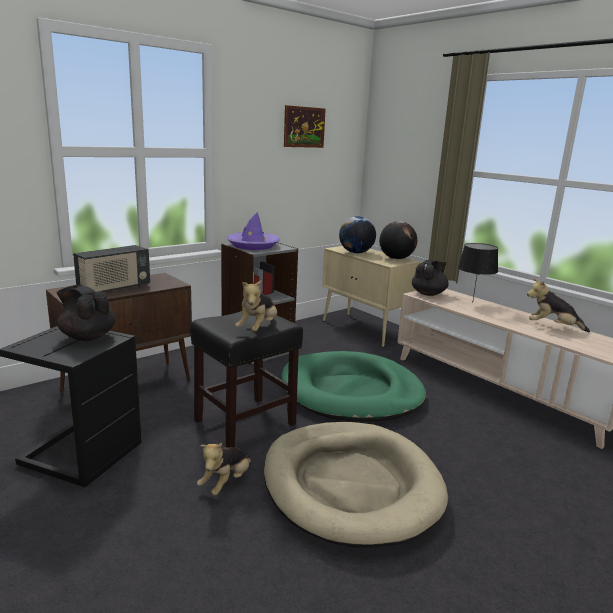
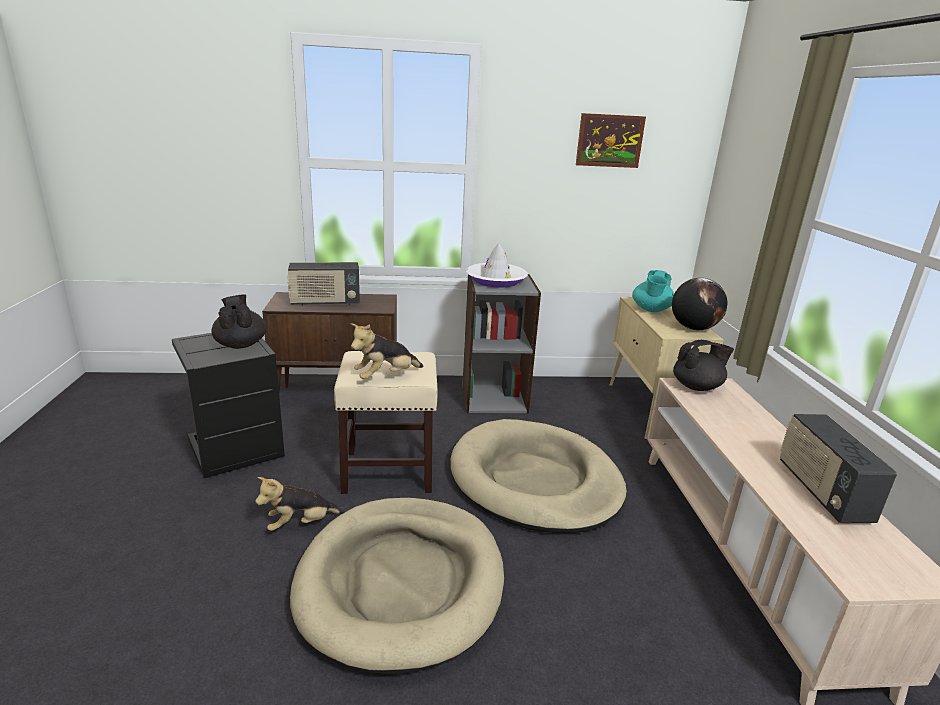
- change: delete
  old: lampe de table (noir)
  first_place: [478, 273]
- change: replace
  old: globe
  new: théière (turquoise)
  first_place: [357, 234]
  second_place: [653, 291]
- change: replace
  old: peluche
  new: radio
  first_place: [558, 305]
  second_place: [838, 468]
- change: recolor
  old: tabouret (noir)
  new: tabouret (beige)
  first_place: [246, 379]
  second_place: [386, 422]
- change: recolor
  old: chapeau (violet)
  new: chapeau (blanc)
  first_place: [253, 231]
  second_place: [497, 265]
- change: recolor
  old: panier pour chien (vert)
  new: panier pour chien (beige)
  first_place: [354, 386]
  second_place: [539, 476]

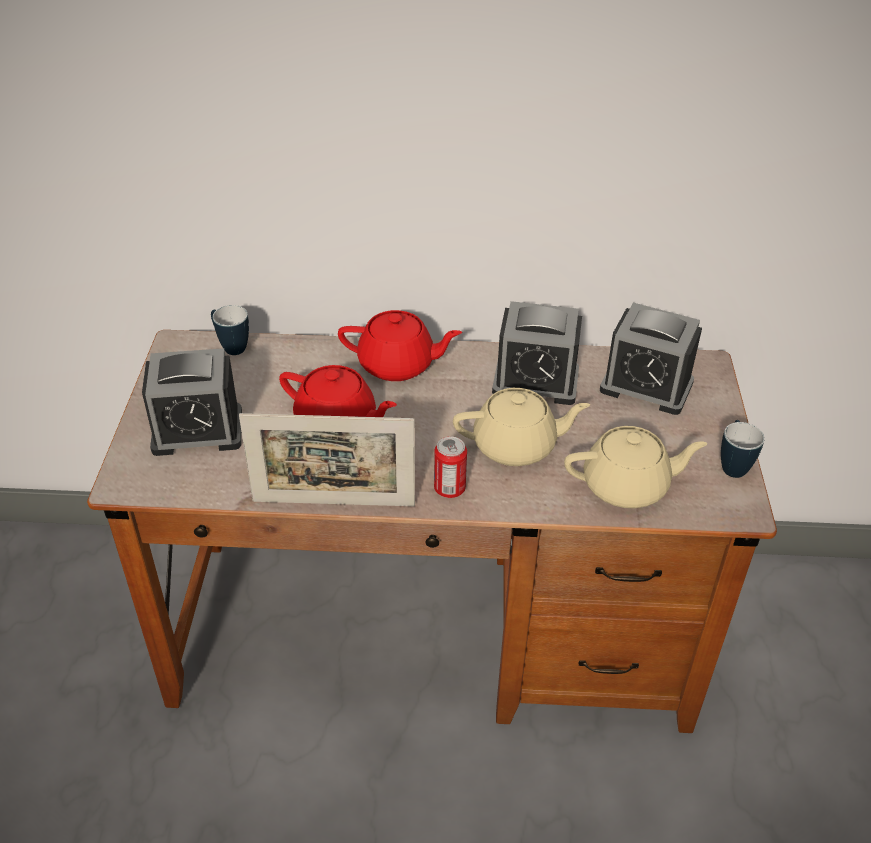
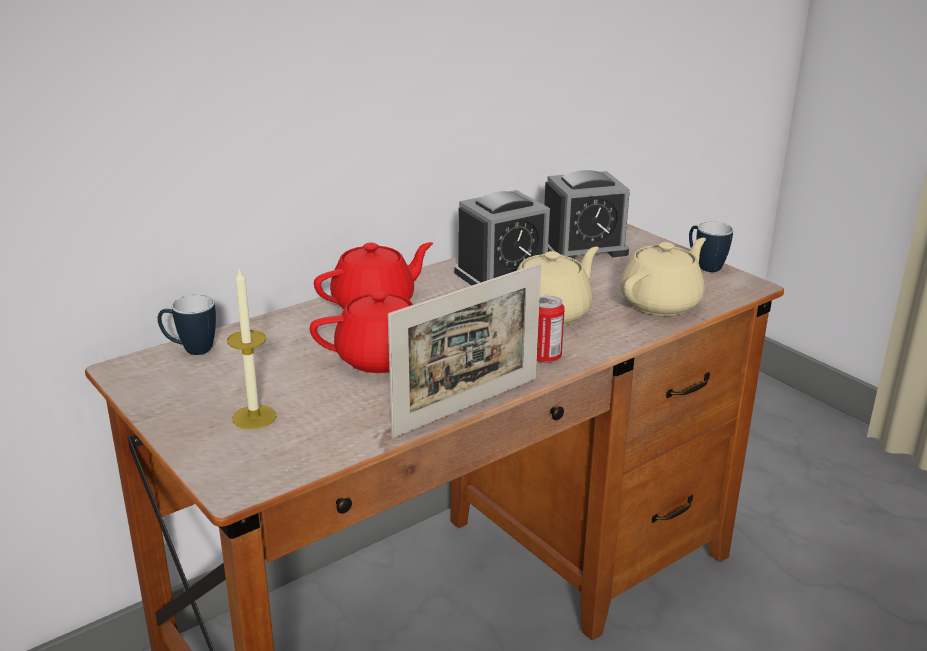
- change: replace
  old: réveil
  new: bougie
  first_place: [192, 402]
  second_place: [252, 348]

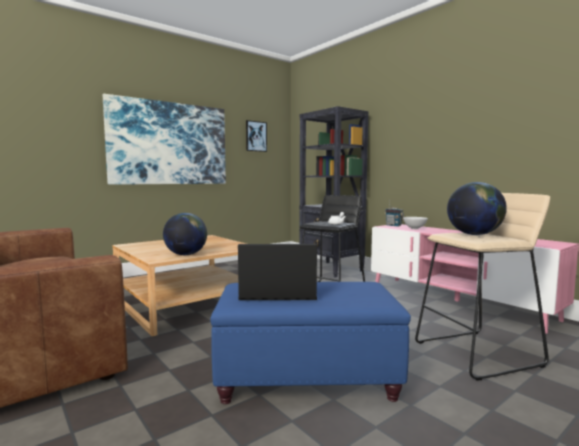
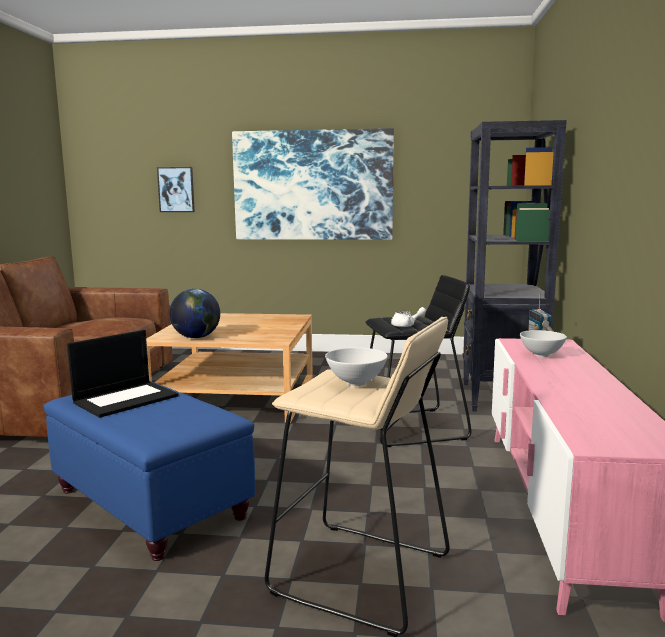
- change: move
  old: tableau
  first_place: [256, 136]
  second_place: [176, 189]
- change: replace
  old: globe
  new: bol (blanc)
  first_place: [477, 208]
  second_place: [356, 367]
- change: rotate
  old: ordinateur portable
  first_place: [277, 272]
  second_place: [122, 374]
  degrees: 90

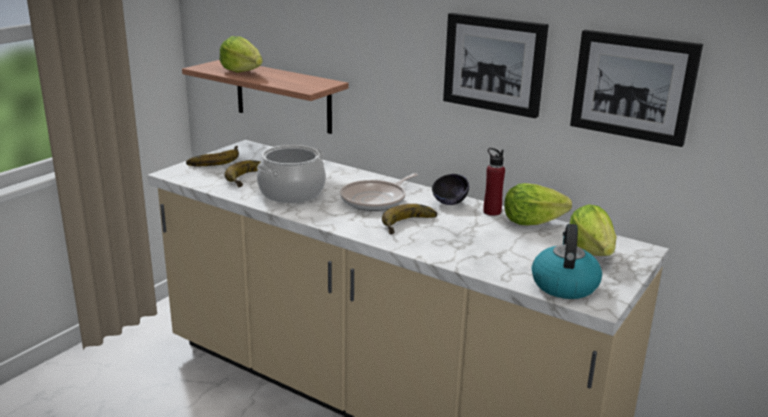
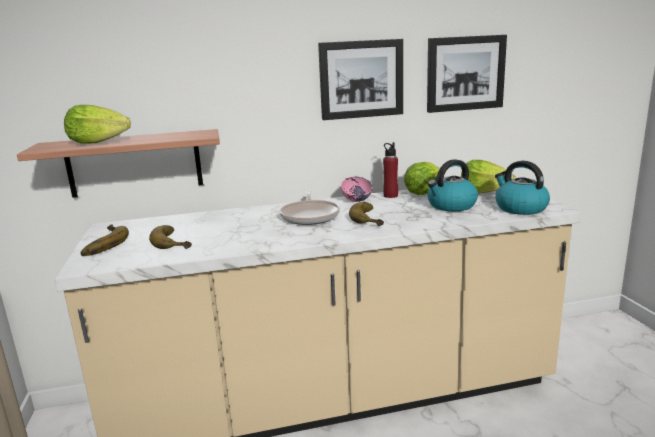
- change: delete
  old: marmite
  first_place: [291, 174]
- change: insert
  new: bouilloire
  second_place: [452, 185]
- change: recolor
  old: bol (noir)
  new: bol (rose)
  first_place: [450, 189]
  second_place: [357, 189]

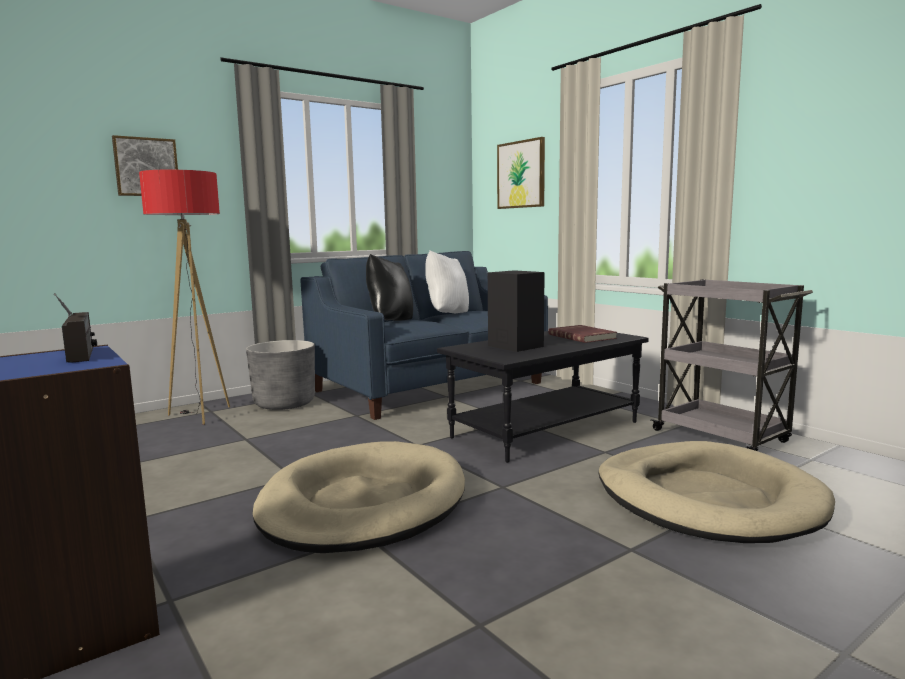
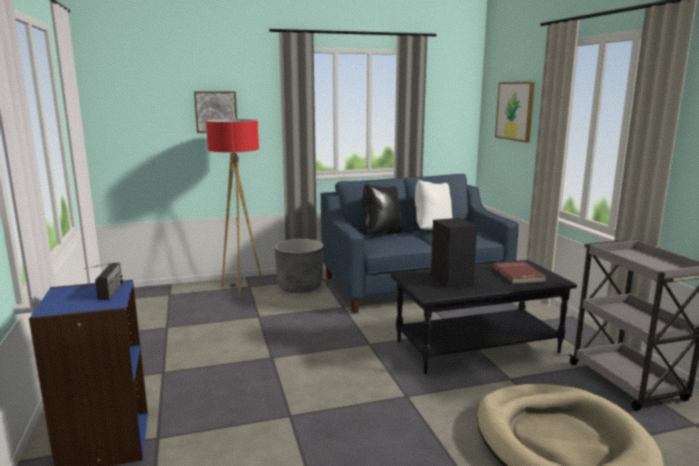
- change: delete
  old: panier pour chien (beige)
  first_place: [359, 497]

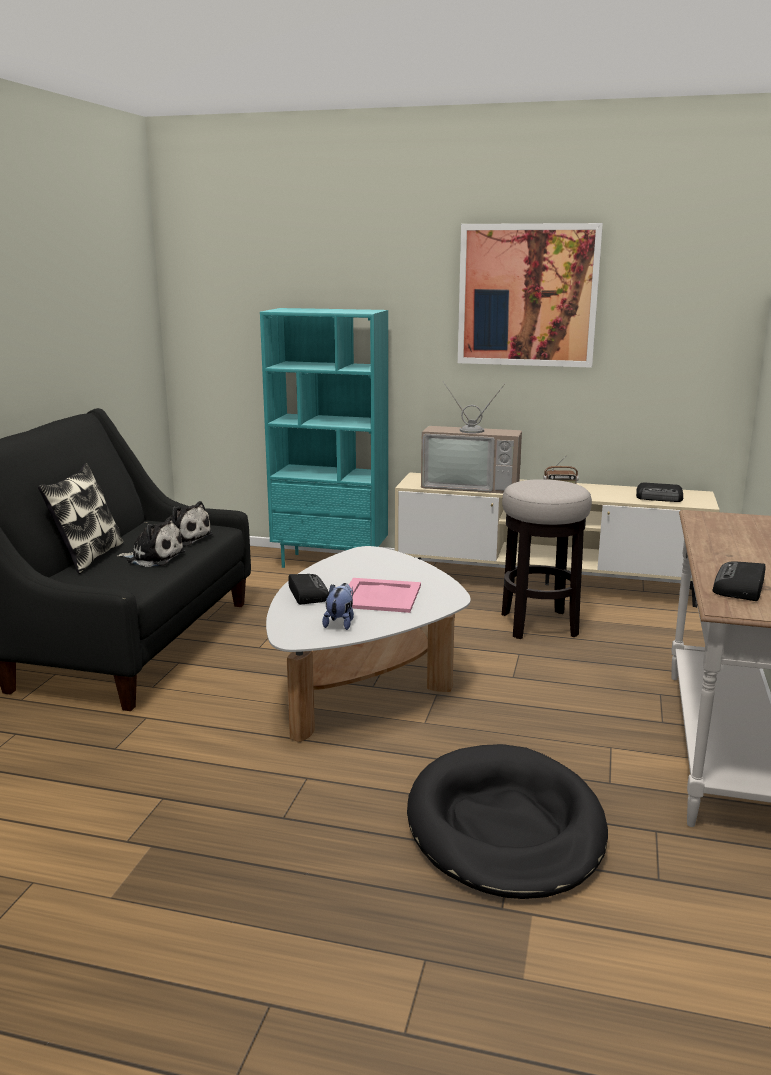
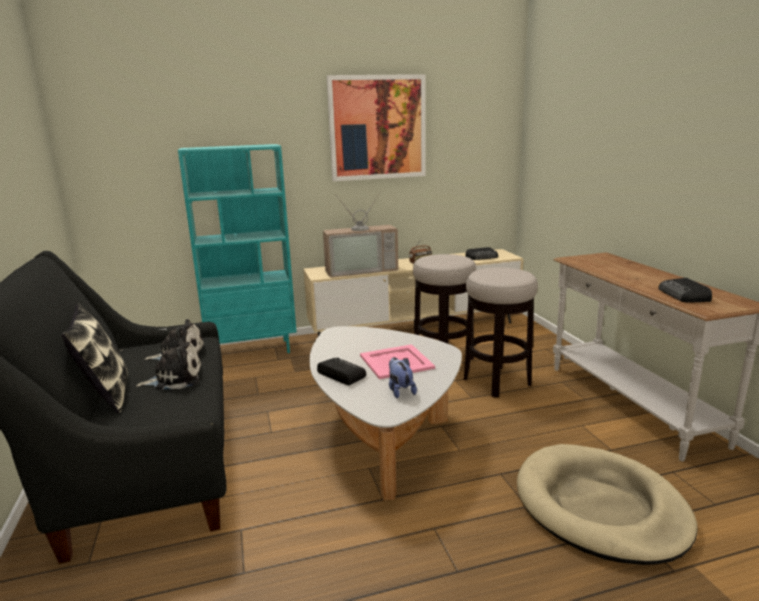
- change: insert
  new: tabouret
  second_place: [501, 332]
- change: recolor
  old: panier pour chien (noir)
  new: panier pour chien (beige)
  first_place: [507, 821]
  second_place: [607, 504]

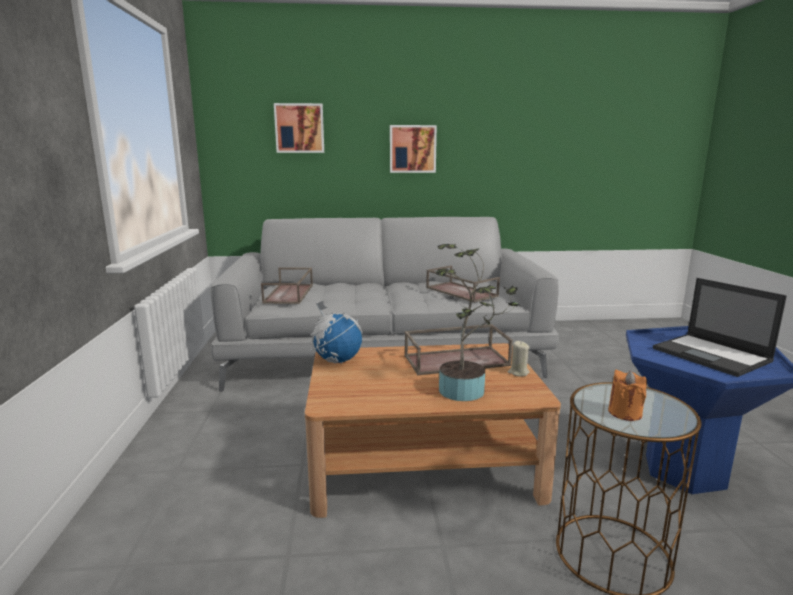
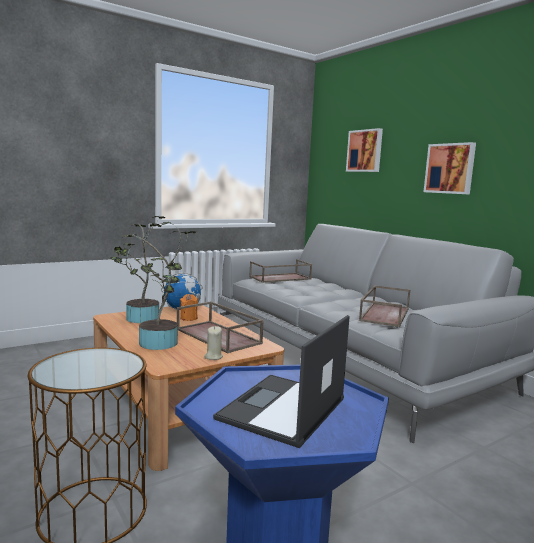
- change: insert
  new: plante en pot
  second_place: [138, 269]
- change: move
  old: bougie (orange)
  first_place: [627, 395]
  second_place: [189, 307]

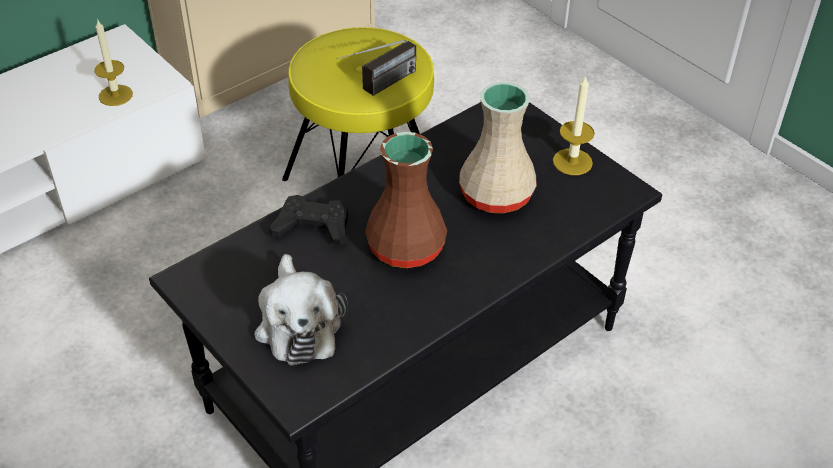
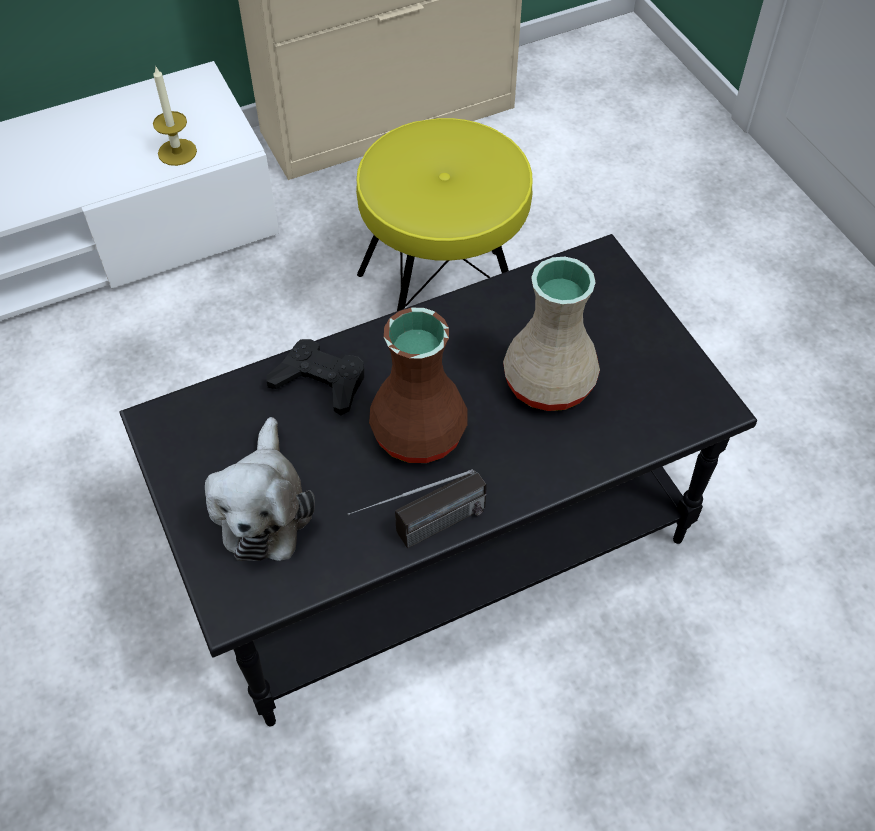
- change: delete
  old: bougie
  first_place: [574, 125]
- change: move
  old: radio
  first_place: [376, 68]
  second_place: [417, 508]

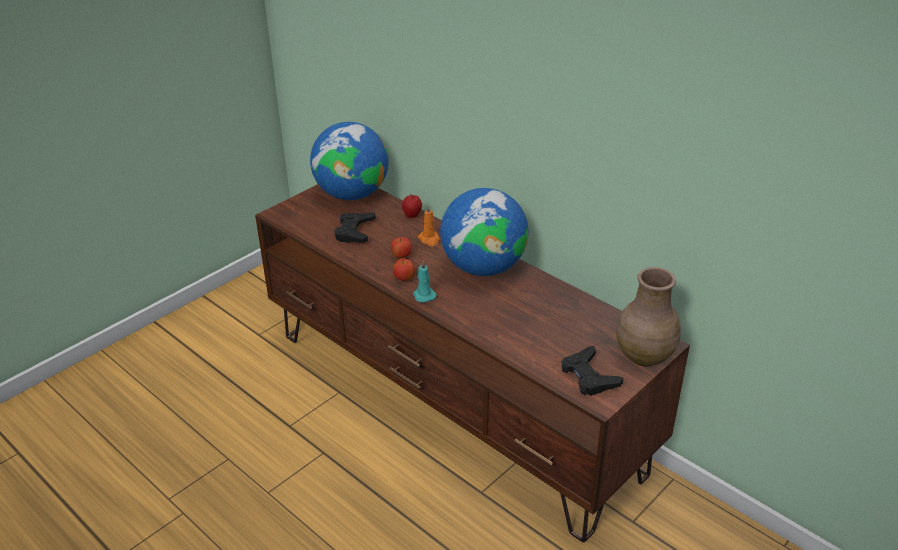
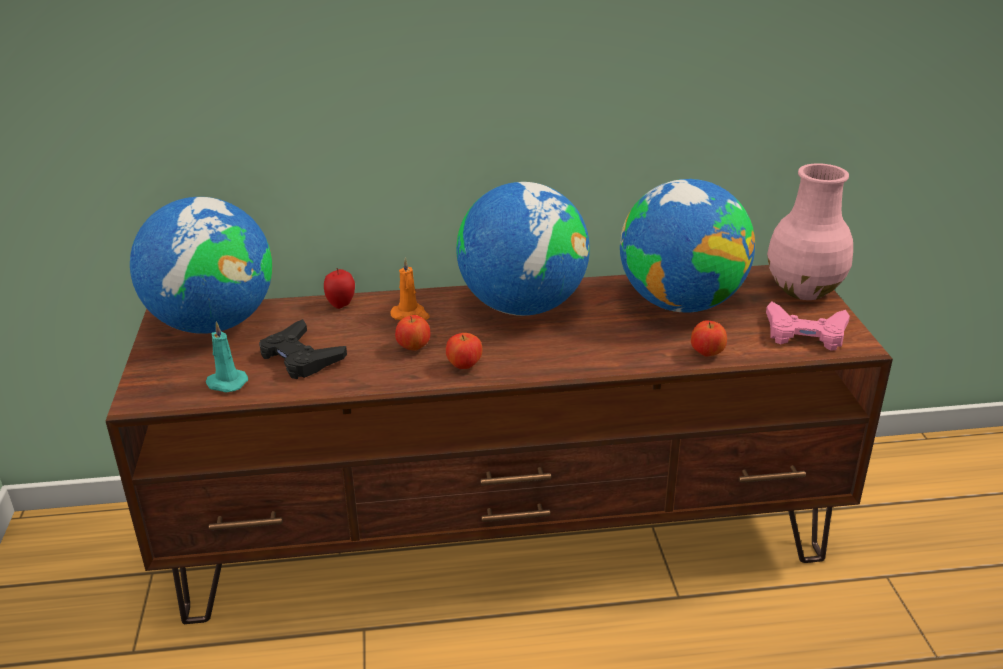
- change: insert
  new: globe
  second_place: [687, 245]
- change: insert
  new: pomme
  second_place: [709, 338]
- change: move
  old: bougie (turquoise)
  first_place: [425, 281]
  second_place: [227, 357]
- change: recolor
  old: manette (noir)
  new: manette (rose)
  first_place: [592, 371]
  second_place: [808, 326]
- change: recolor
  old: vase (marron)
  new: vase (rose)
  first_place: [648, 316]
  second_place: [810, 231]

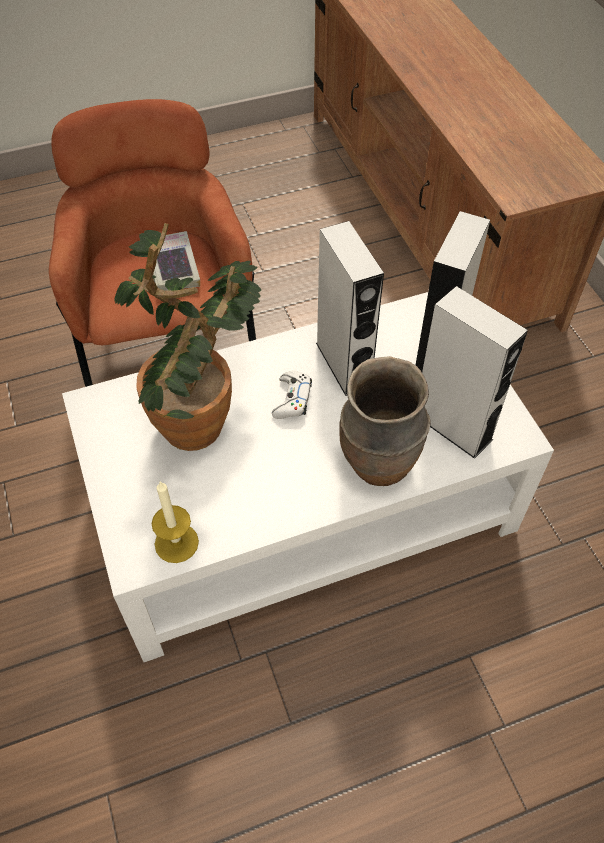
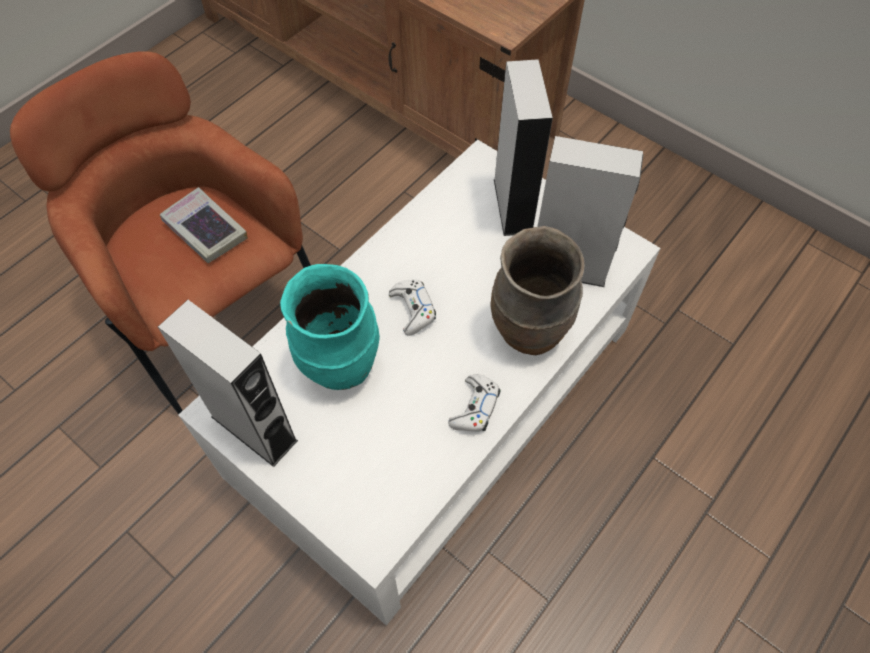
- change: delete
  old: bougie
  first_place: [175, 522]
- change: insert
  new: manette (blanc)
  second_place: [474, 403]
- change: move
  old: enceinte (gris)
  first_place: [350, 308]
  second_place: [228, 383]
- change: replace
  old: plante en pot
  new: vase (turquoise)
  first_place: [187, 337]
  second_place: [330, 327]

